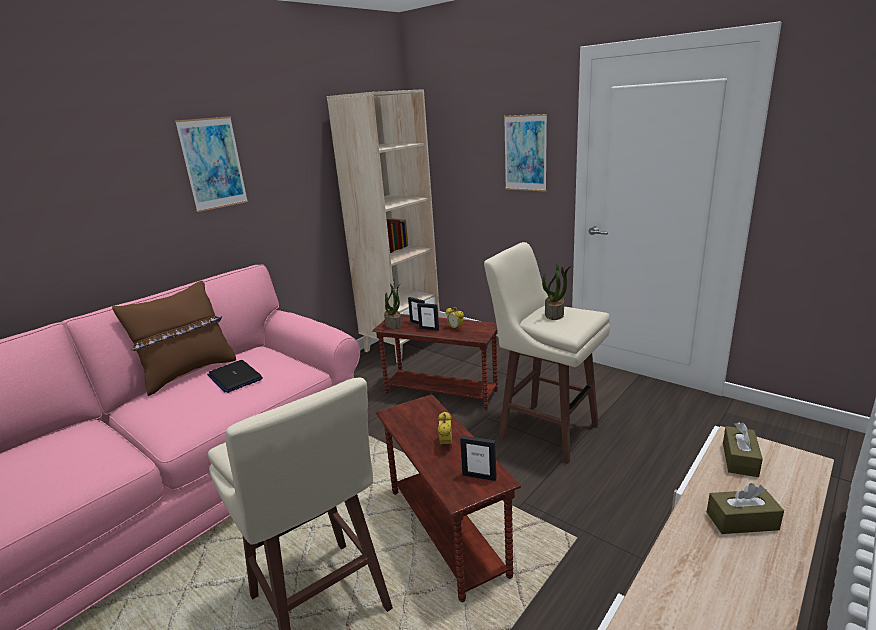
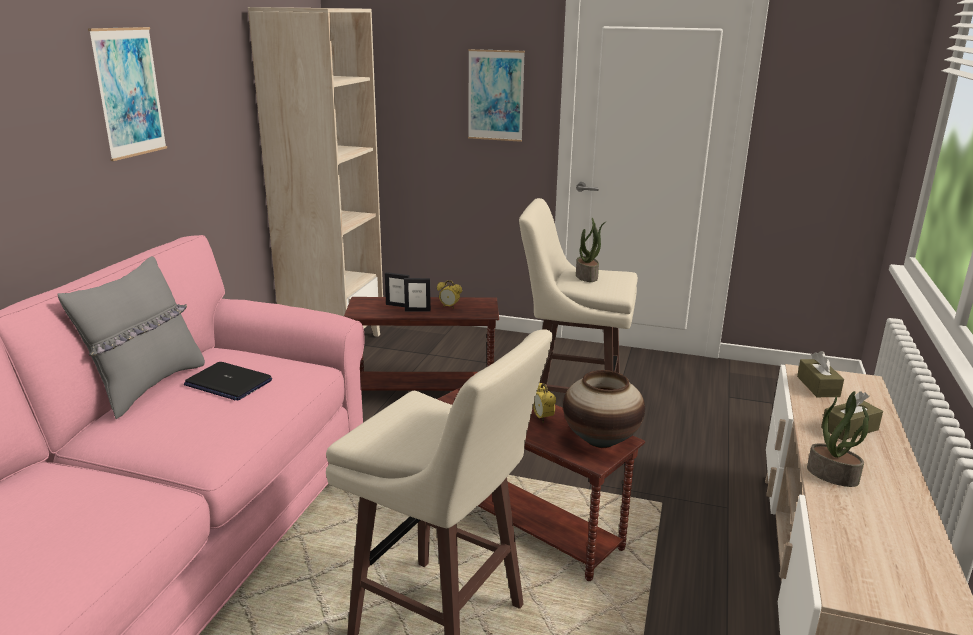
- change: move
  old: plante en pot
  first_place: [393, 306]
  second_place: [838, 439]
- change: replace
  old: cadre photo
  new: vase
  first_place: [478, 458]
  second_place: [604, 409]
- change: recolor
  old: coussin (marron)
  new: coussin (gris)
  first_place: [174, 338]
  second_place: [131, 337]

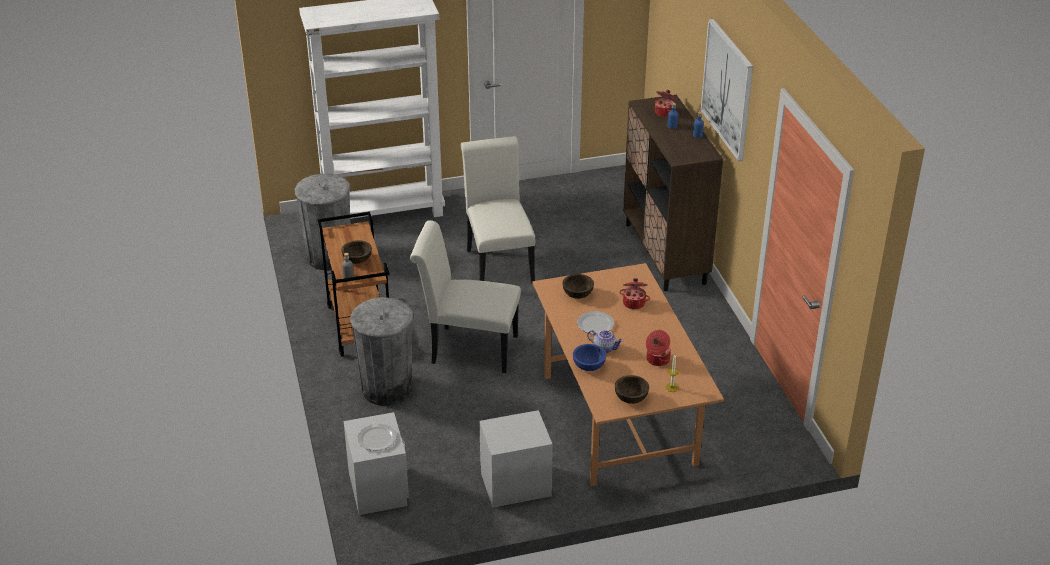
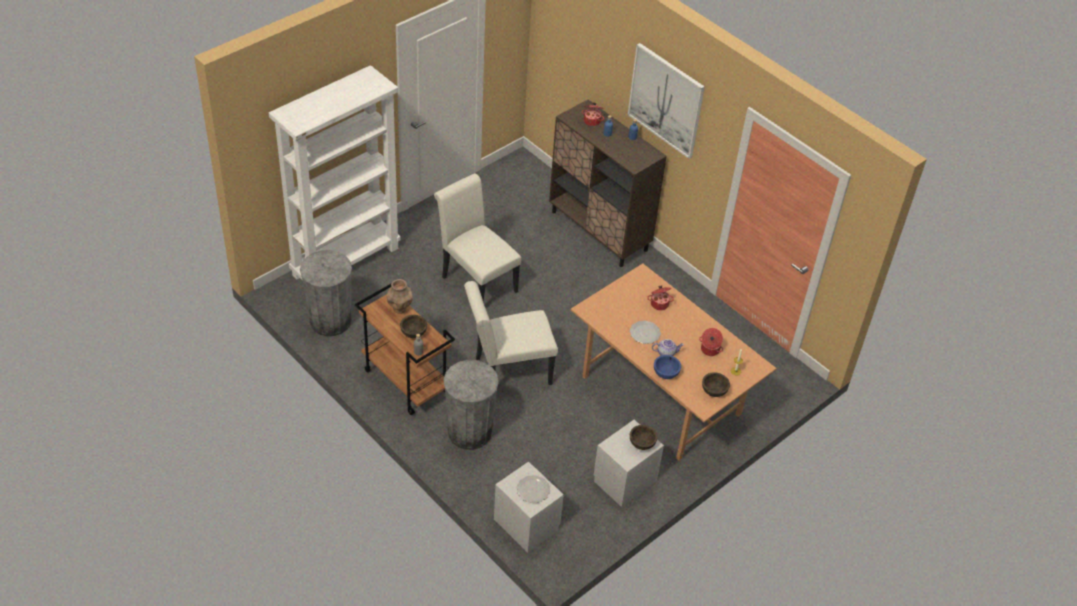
- change: insert
  new: vase (marron)
  second_place: [400, 296]
- change: move
  old: bol (marron)
  first_place: [578, 286]
  second_place: [644, 437]

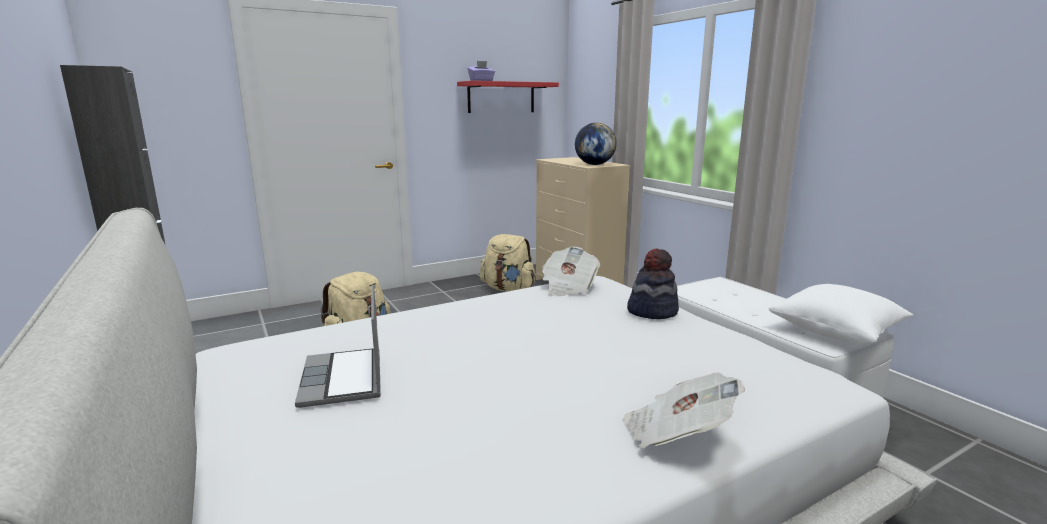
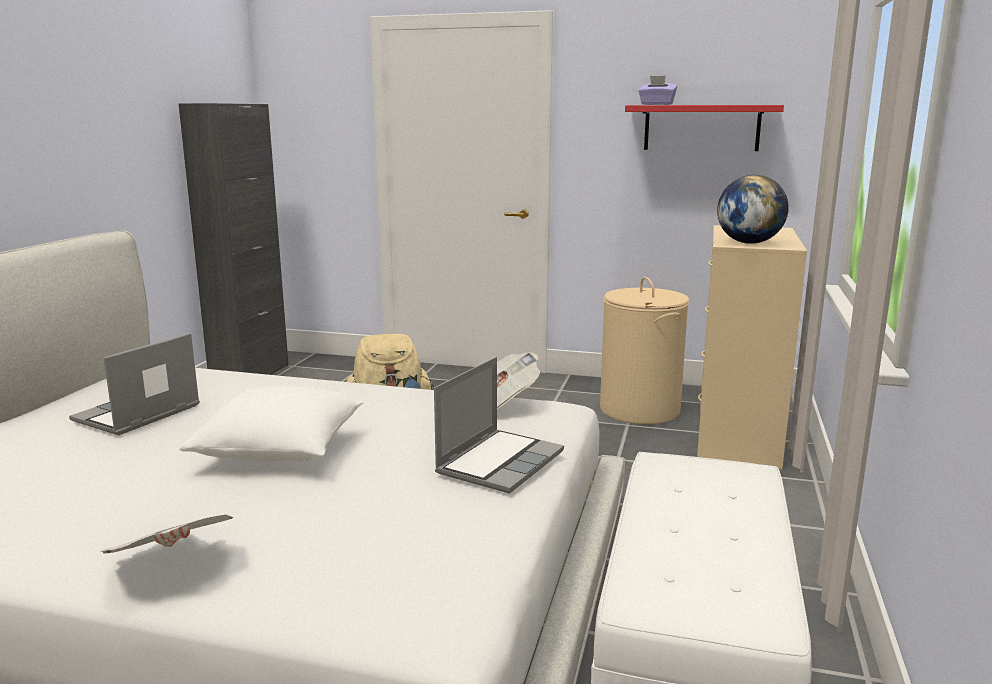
- change: move
  old: coussin (blanc)
  first_place: [841, 313]
  second_place: [271, 423]
- change: replace
  old: sac à dos (beige)
  new: panier à linge (beige)
  first_place: [507, 262]
  second_place: [644, 350]
- change: replace
  old: chapeau
  new: ordinateur portable
  first_place: [653, 284]
  second_place: [499, 425]

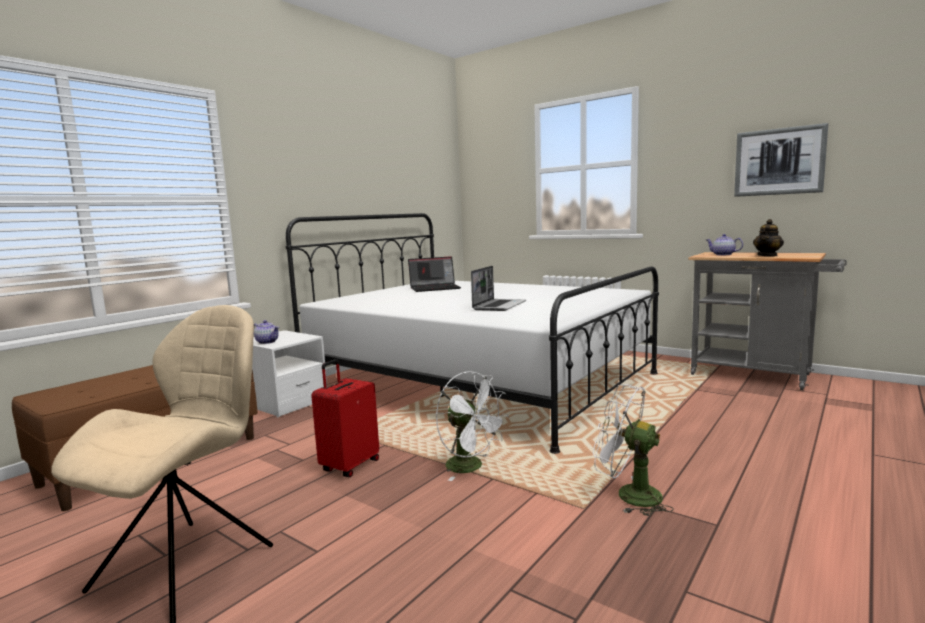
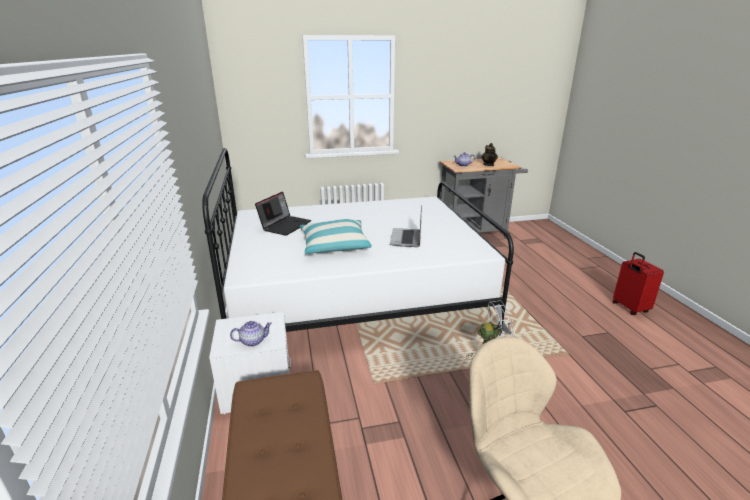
- change: delete
  old: ventilateur (blanc)
  first_place: [633, 450]
- change: delete
  old: tableau
  first_place: [781, 160]
- change: insert
  new: coussin
  second_place: [336, 236]
- change: move
  old: valise (rouge)
  first_place: [345, 418]
  second_place: [638, 283]
- change: rotate
  old: ordinateur portable
  first_place: [498, 288]
  second_place: [406, 226]
  degrees: -150

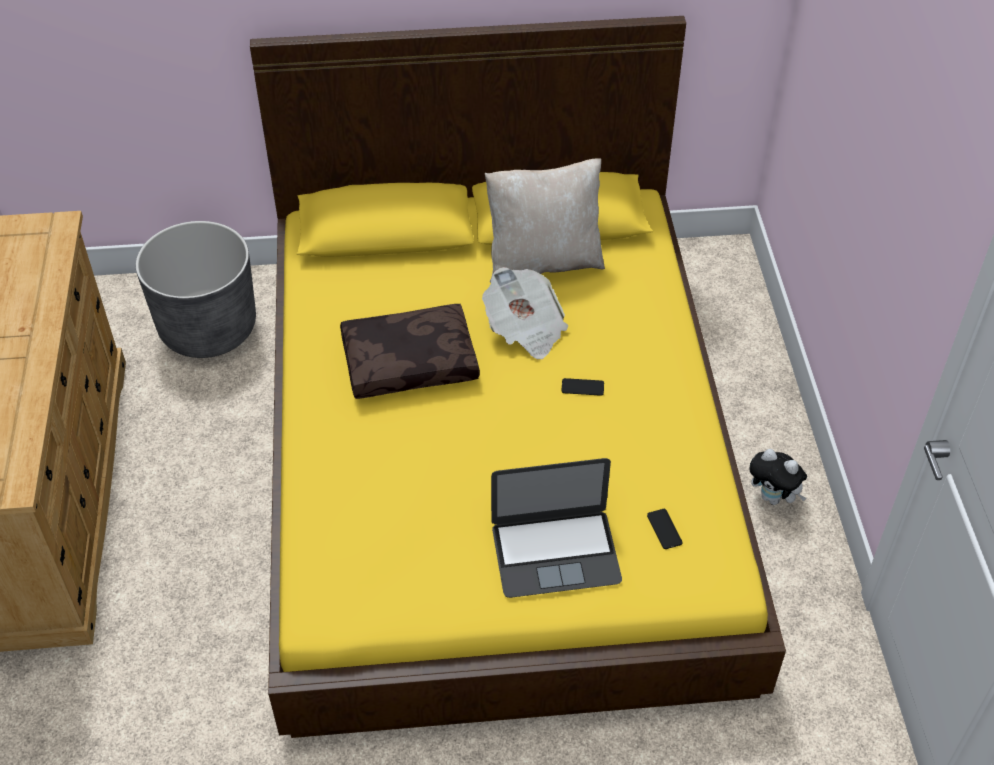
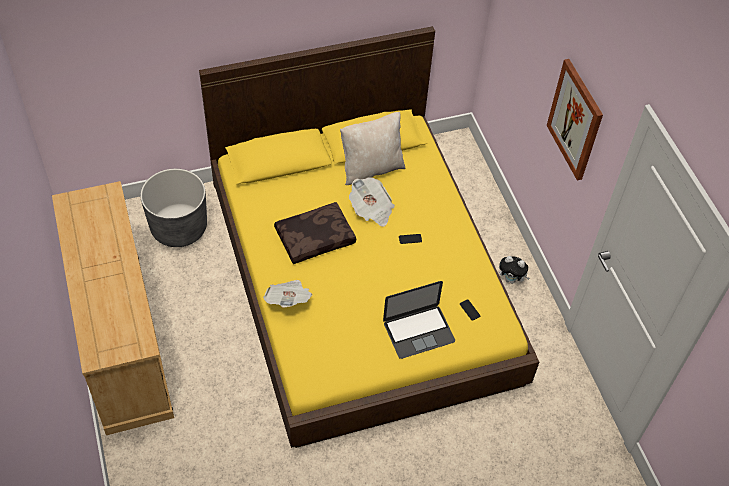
- change: insert
  new: journal
  second_place: [288, 293]
- change: insert
  new: tableau
  second_place: [575, 120]

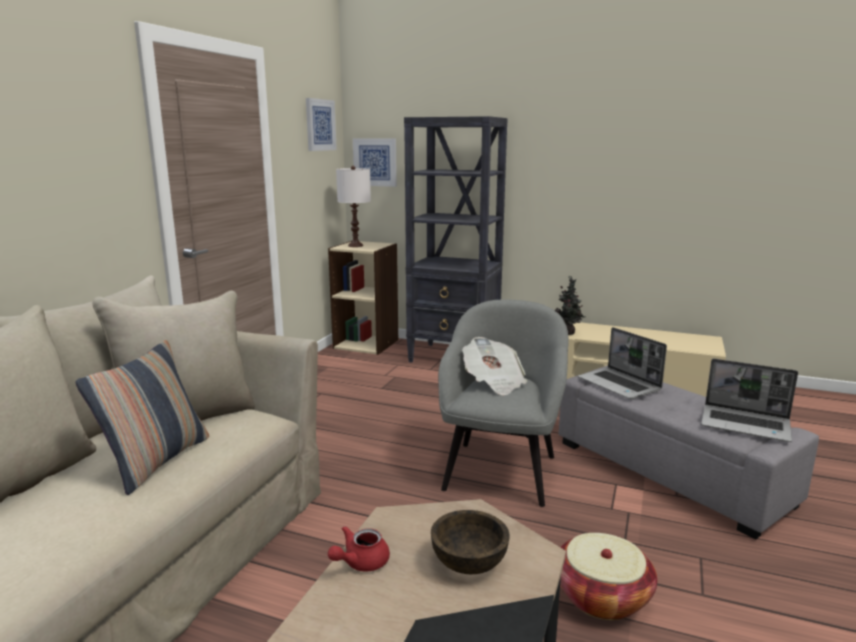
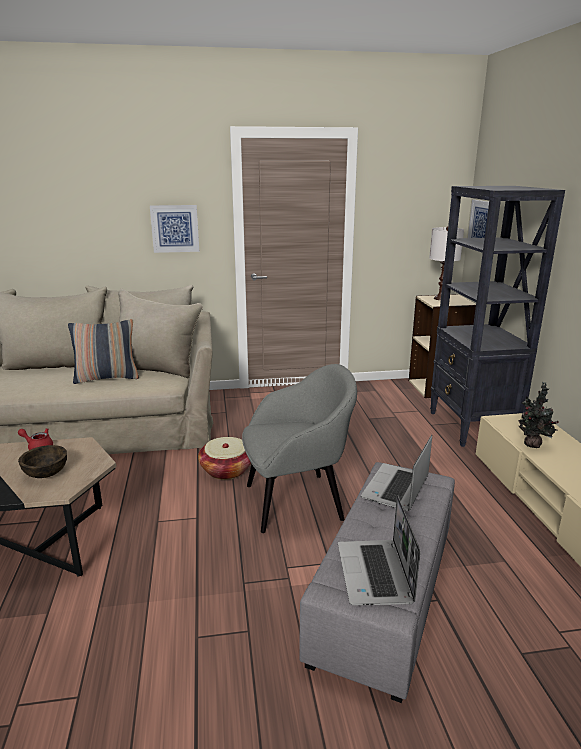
- change: delete
  old: journal
  first_place: [494, 366]
- change: move
  old: tableau
  first_place: [321, 124]
  second_place: [174, 229]
- change: move
  old: panier
  first_place: [608, 576]
  second_place: [224, 458]

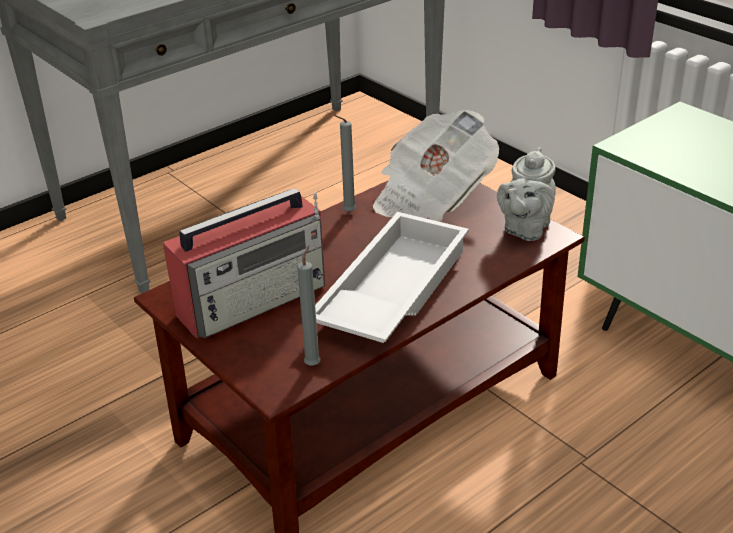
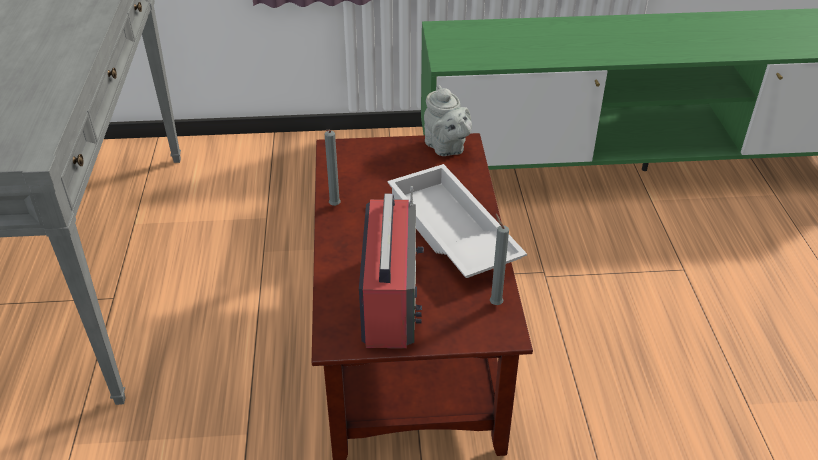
- change: delete
  old: journal
  first_place: [436, 166]

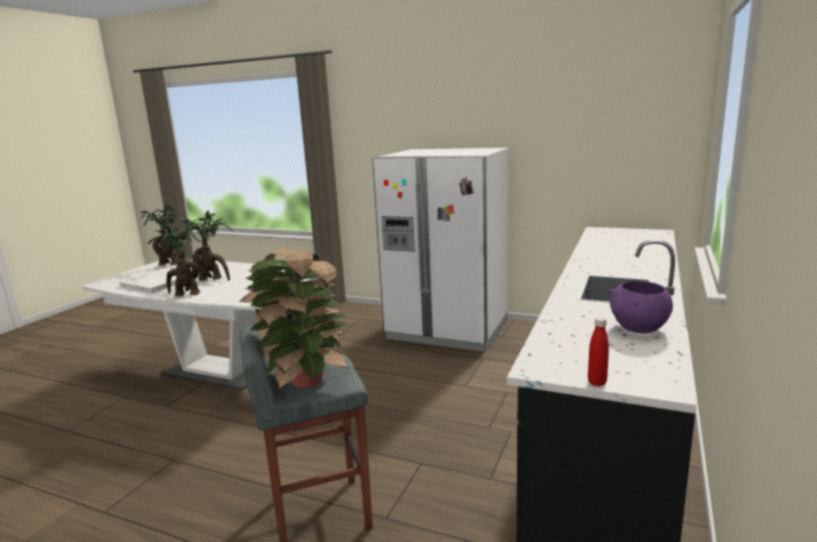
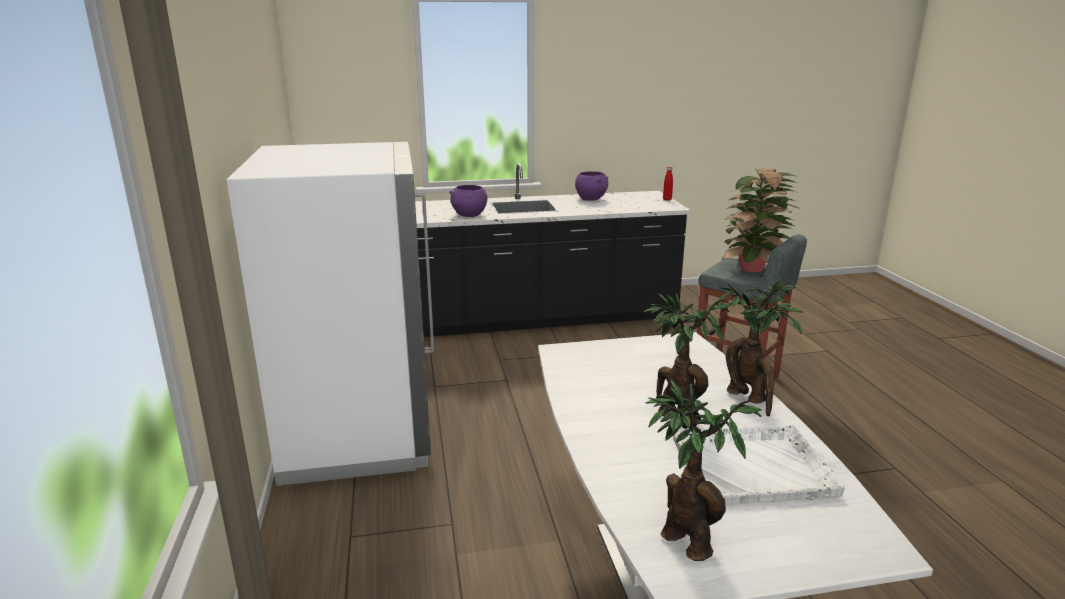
- change: insert
  new: bol (violet)
  second_place: [468, 201]

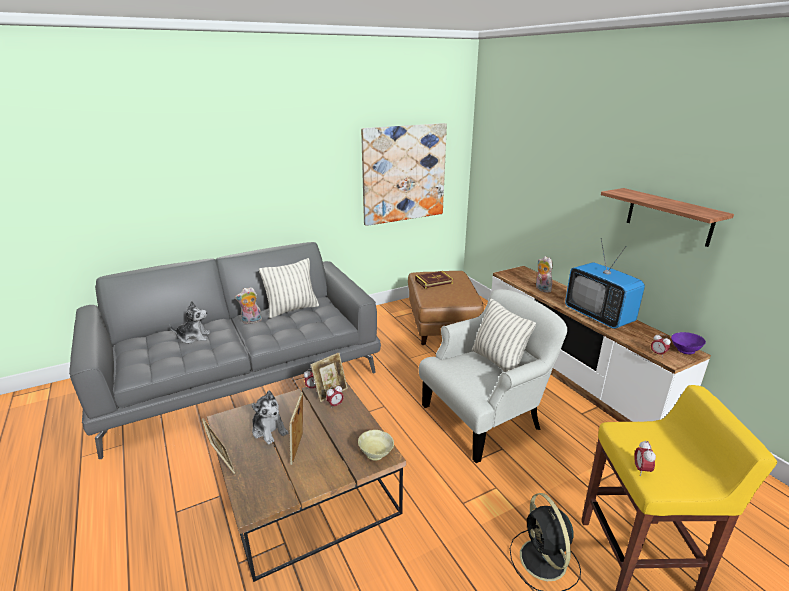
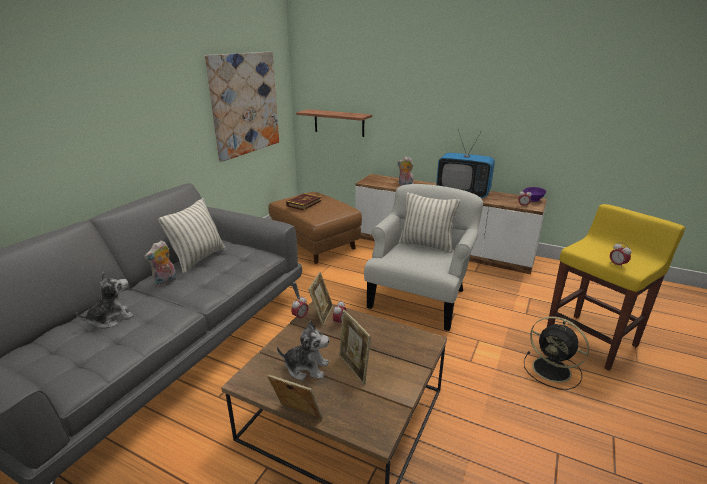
- change: delete
  old: bol (beige)
  first_place: [376, 445]
- change: move
  old: étagère
  first_place: [667, 217]
  second_place: [334, 123]

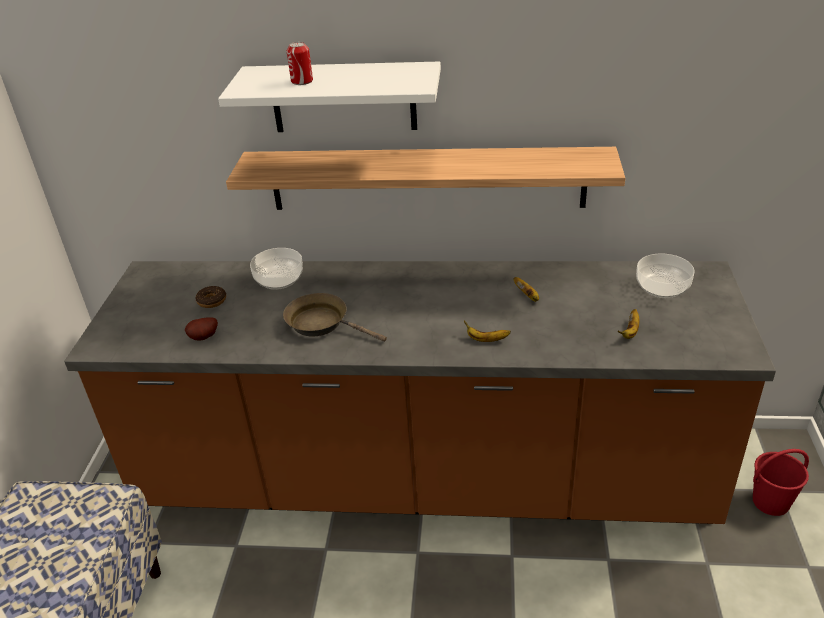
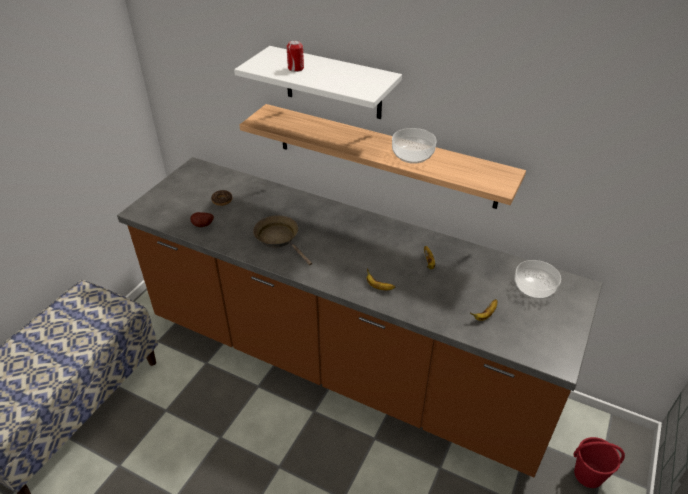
- change: move
  old: bol
  first_place: [276, 269]
  second_place: [414, 146]

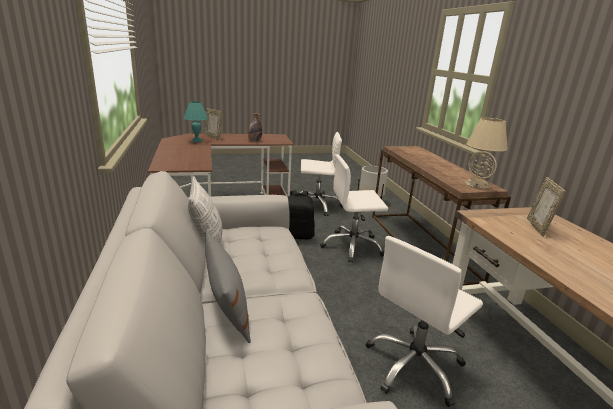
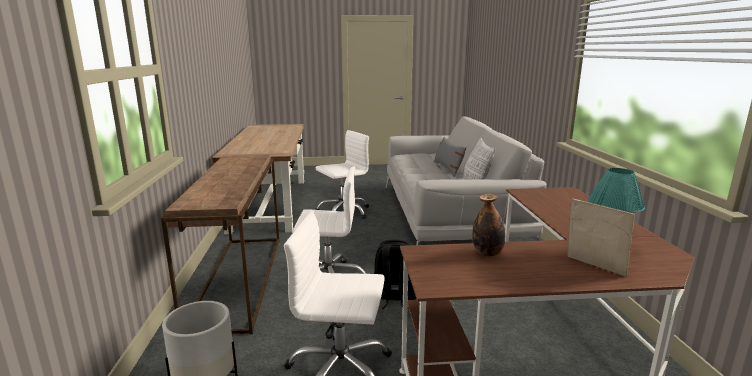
- change: delete
  old: lampe de table (beige)
  first_place: [486, 153]
- change: delete
  old: cadre photo
  first_place: [546, 207]

